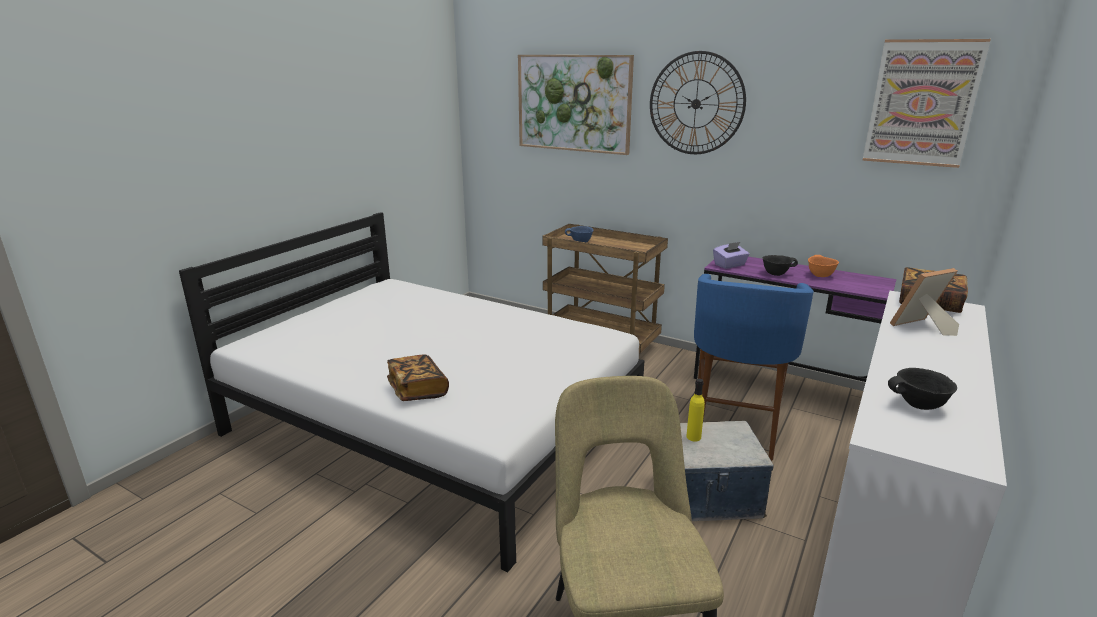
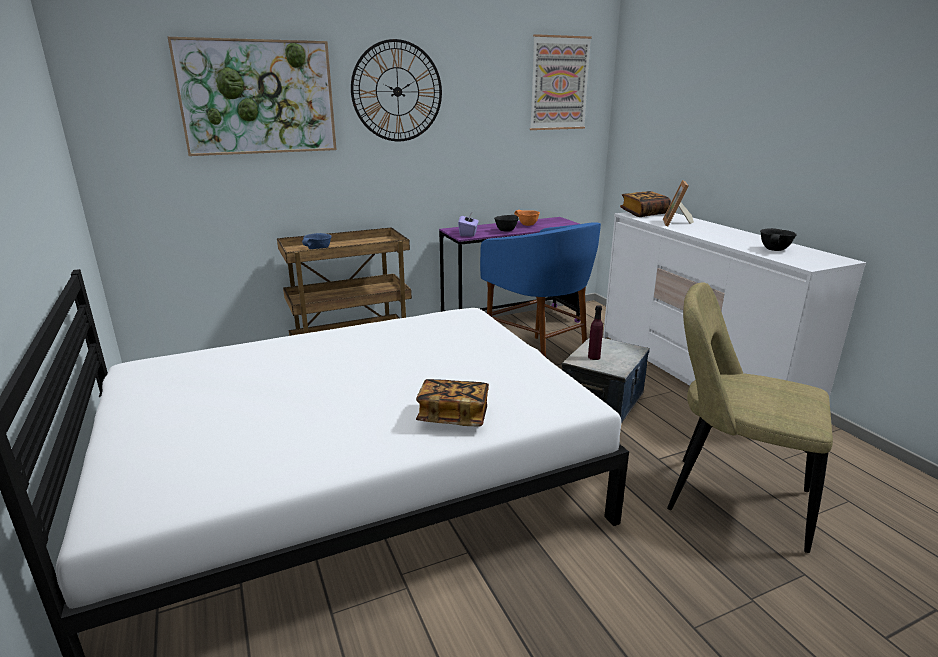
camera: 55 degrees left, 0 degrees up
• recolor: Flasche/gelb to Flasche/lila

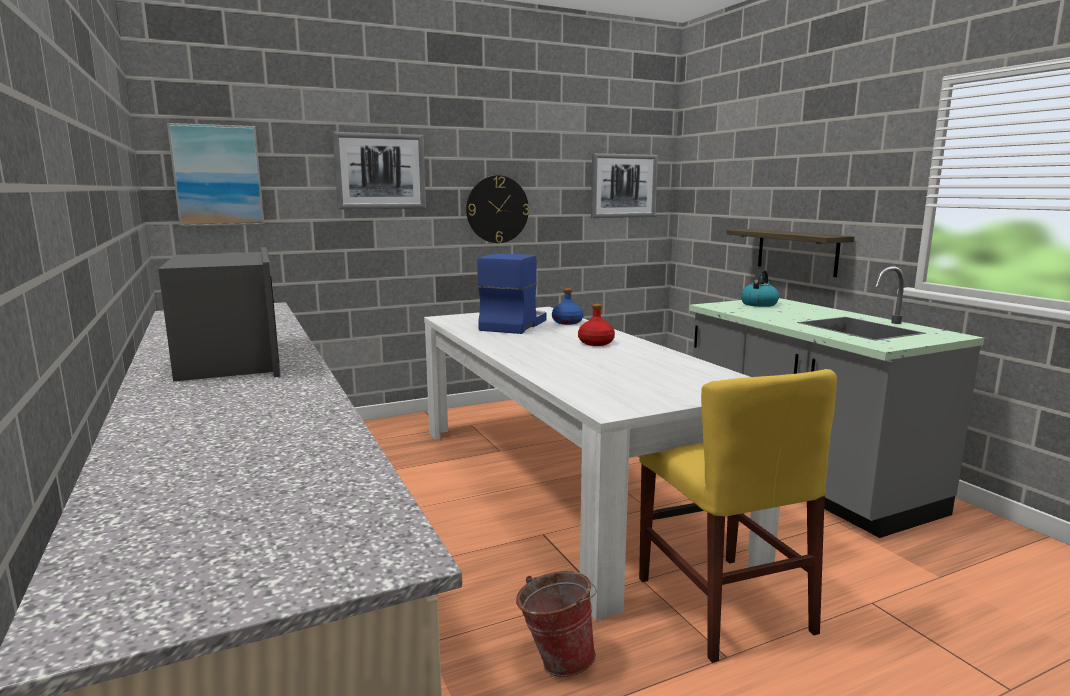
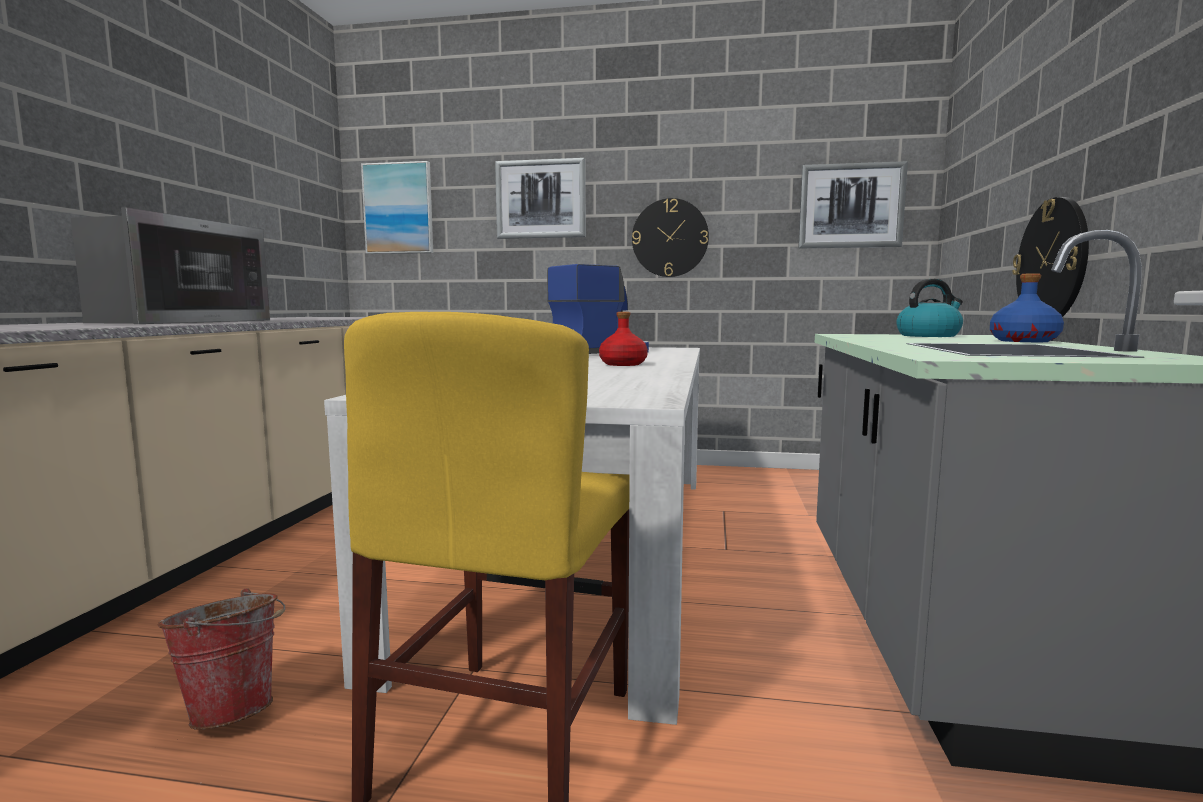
camera: 35 degrees right, 5 degrees down
• move: Flasche/blau
• replace: Wandregal to Wanduhr (2nd from left)

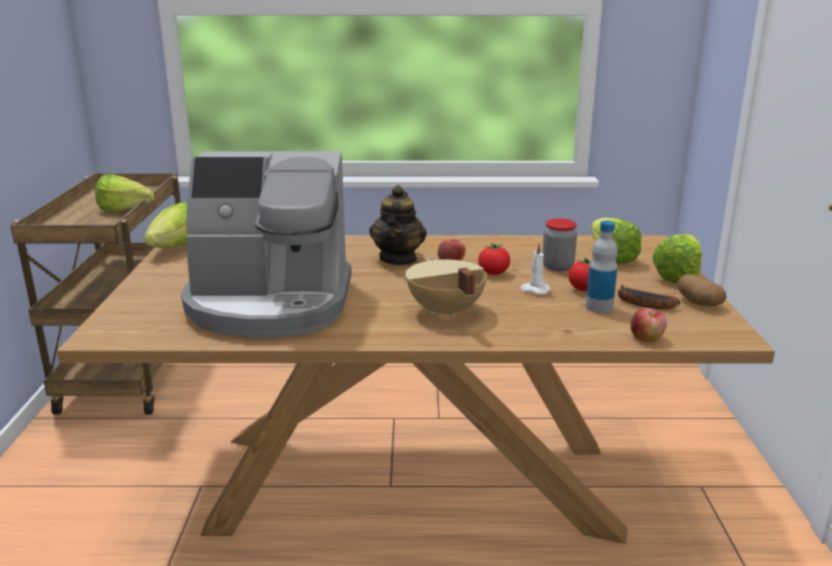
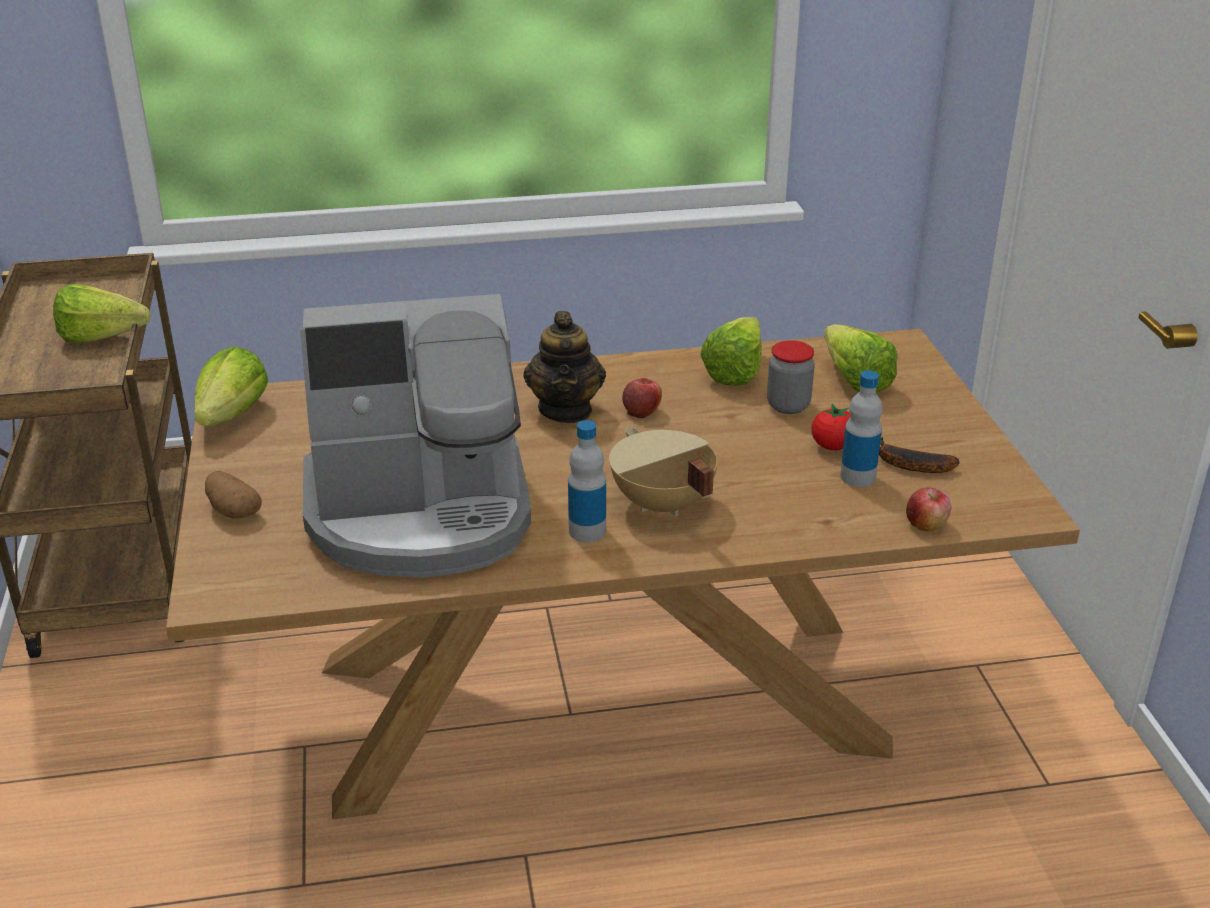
camera: 10 degrees left, 10 degrees up
• delete: Tomate (1st from left)
• delete: Kerze/weiß
• move: Salatkopf (4th from left in the first image) to Salatkopf (3rd from left)
• move: Kartoffel
• insert: Flasche (1st from left)

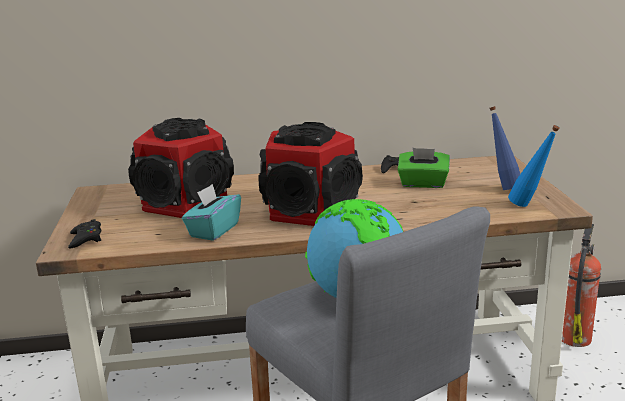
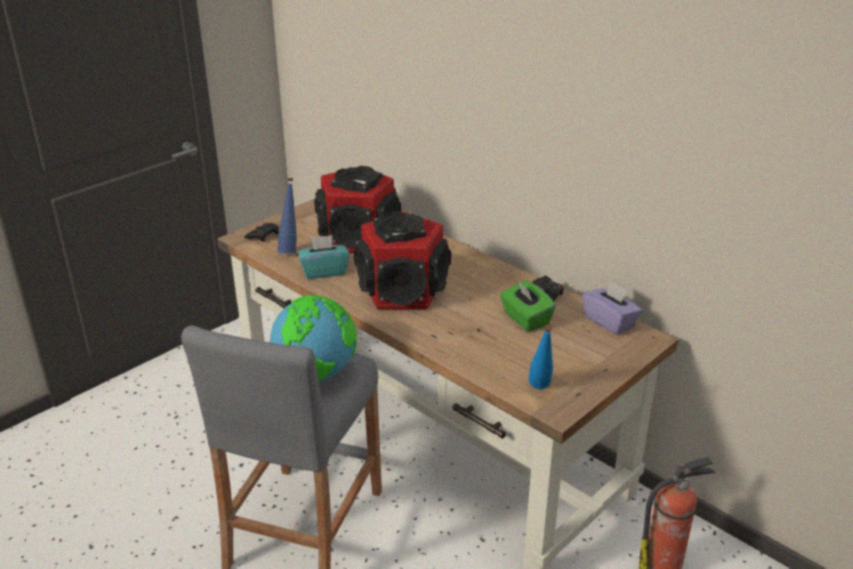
camera: 50 degrees right, 10 degrees up
• move: Flasche/blau (1st from left)
• insert: Taschentuchbox/lila

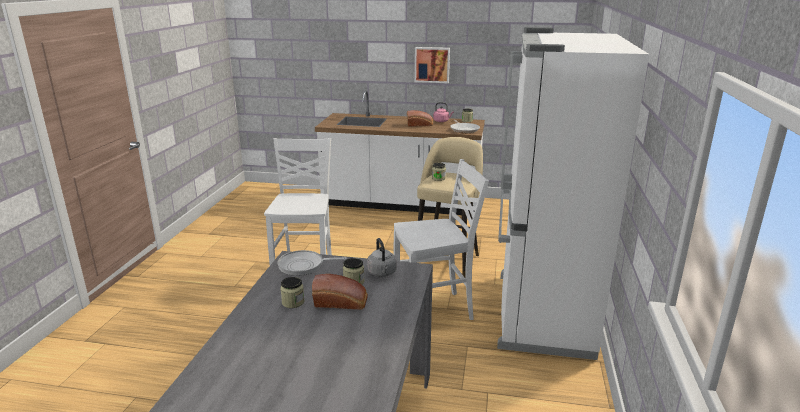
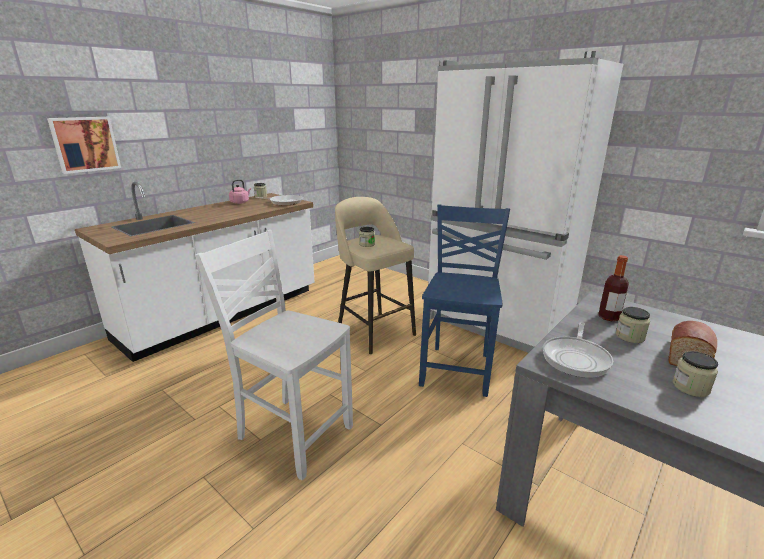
camera: 60 degrees left, 0 degrees up
• replace: Wasserkessel/grau to Flasche
• recolor: Stuhl/weiß (2nd from left) to Stuhl/blau
• delete: Brot (2nd from left)
• move: Bild

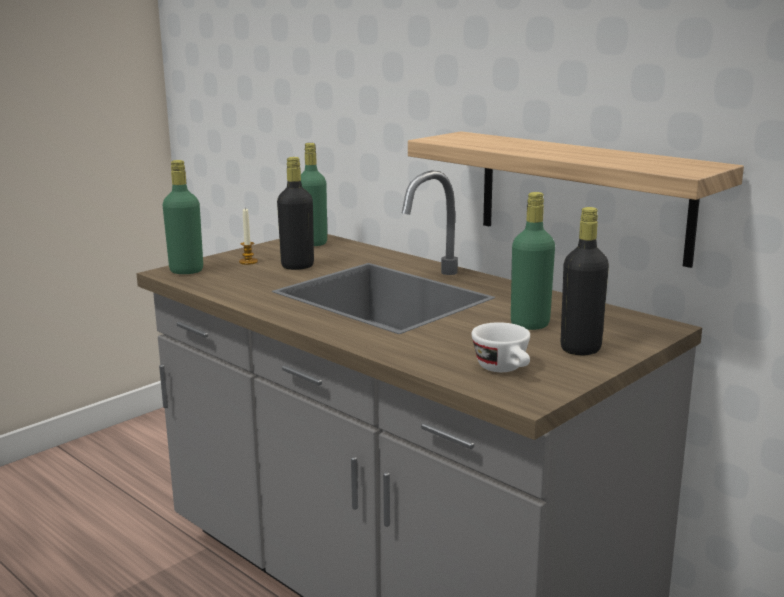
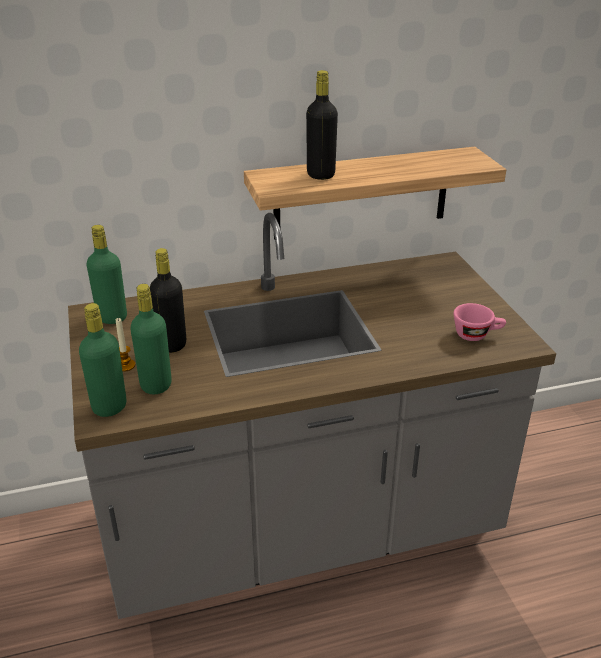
camera: 60 degrees left, 15 degrees up
• recolor: Tasse/weiß to Tasse/rosa
• move: Flasche/grün (3rd from left)
• move: Flasche/schwarz (2nd from left)

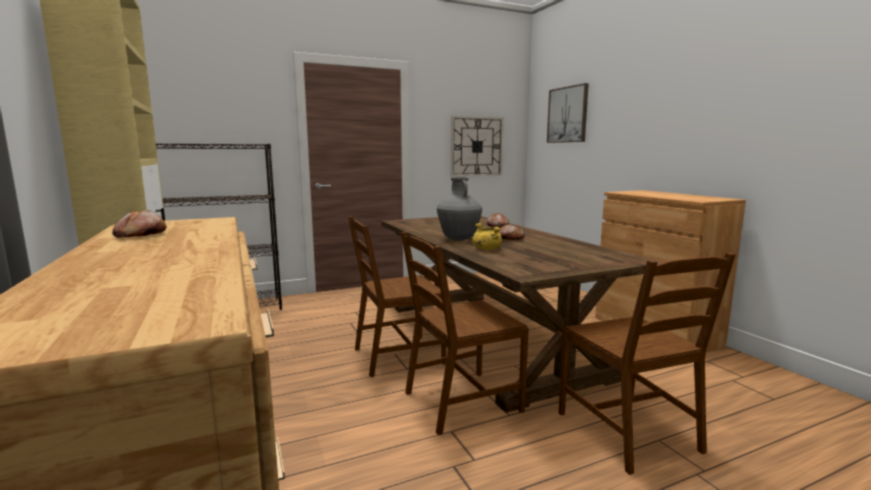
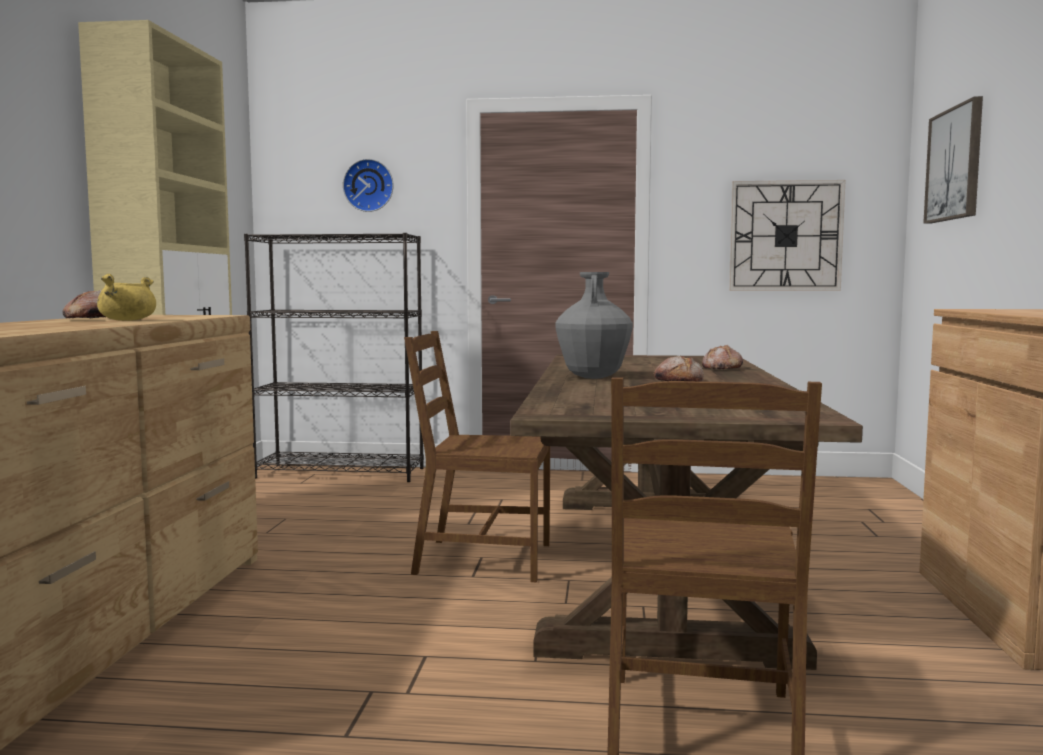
camera: 30 degrees right, 5 degrees down
• delete: Stuhl/braun (2nd from left)
• move: Kochtopf/gelb
• insert: Wanduhr (1st from left)

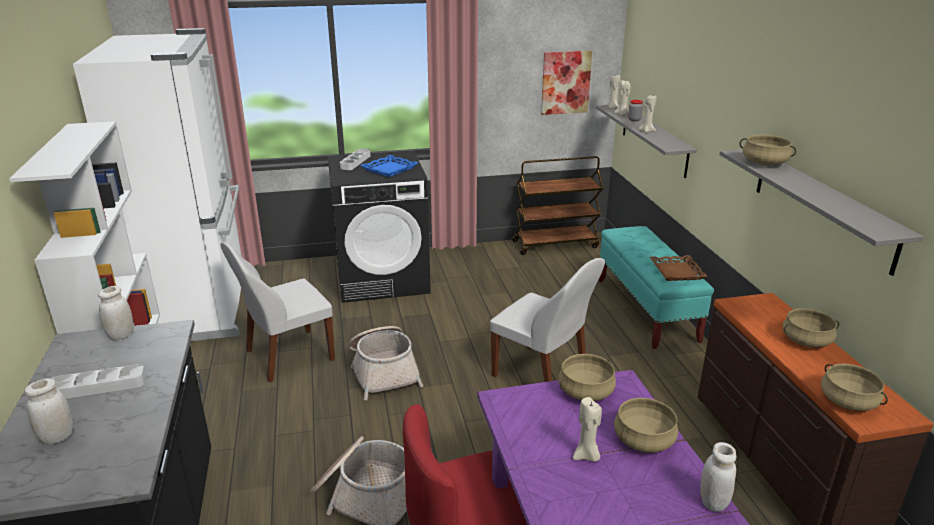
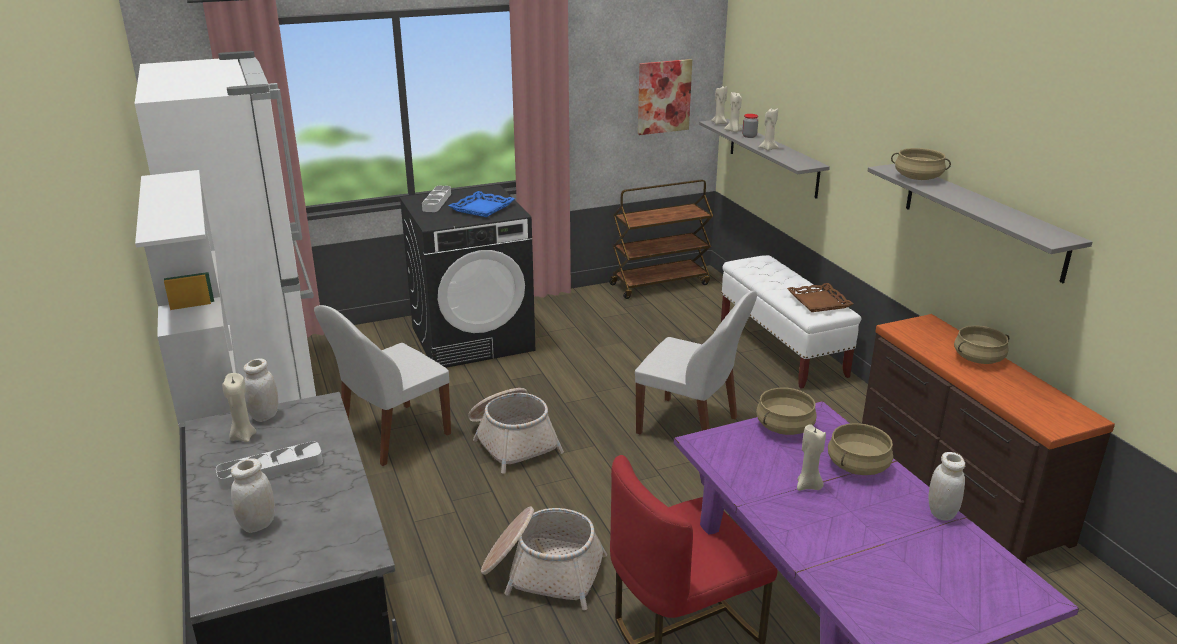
camera: 10 degrees left, 0 degrees up
• recolor: Bank/türkis to Bank/weiß
• delete: Kochtopf/beige (5th from left)
• insert: Kerze/beige (1st from left)

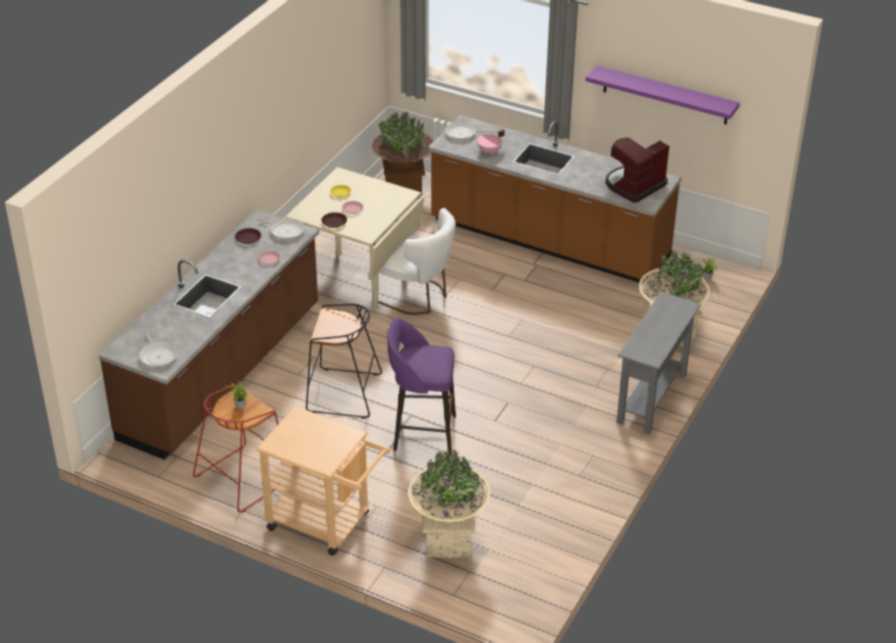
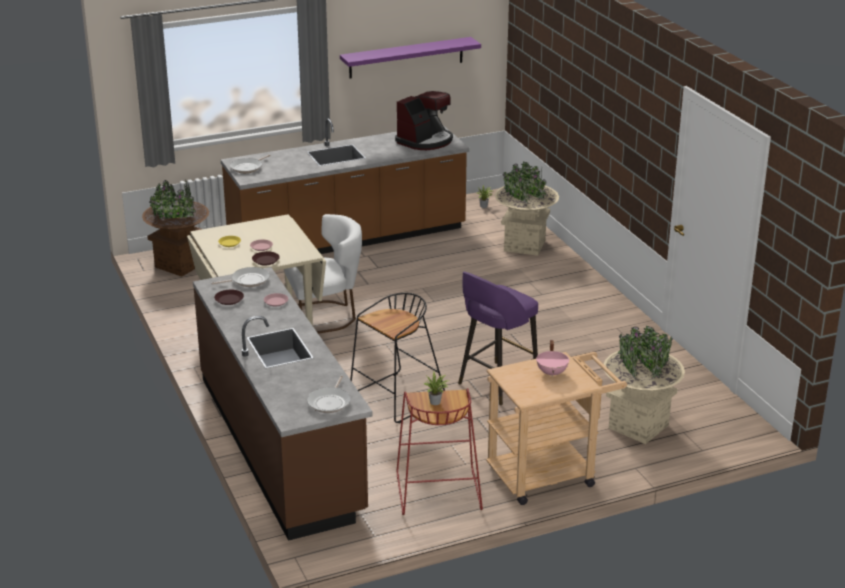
camera: 50 degrees left, 10 degrees down
• rotate: Pfanne (1st from left in the first image) 90 degrees clockwise
• move: Kochtopf/rosa
• rotate: Kaffeemaschine 135 degrees counterclockwise
• delete: Konsolentisch/grau

